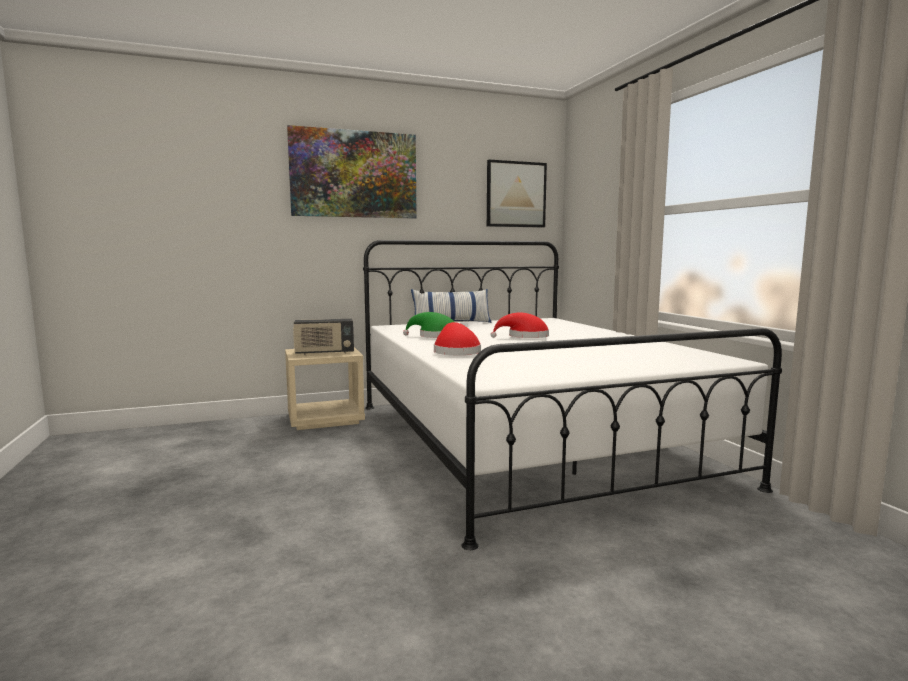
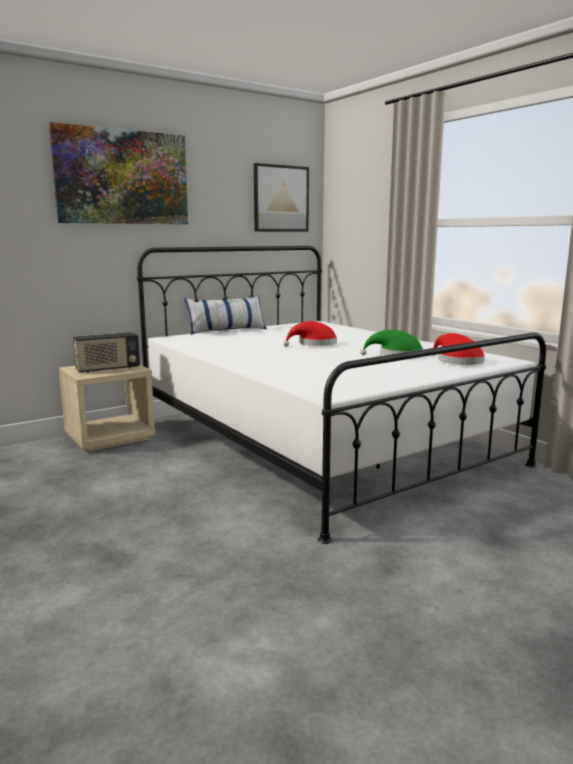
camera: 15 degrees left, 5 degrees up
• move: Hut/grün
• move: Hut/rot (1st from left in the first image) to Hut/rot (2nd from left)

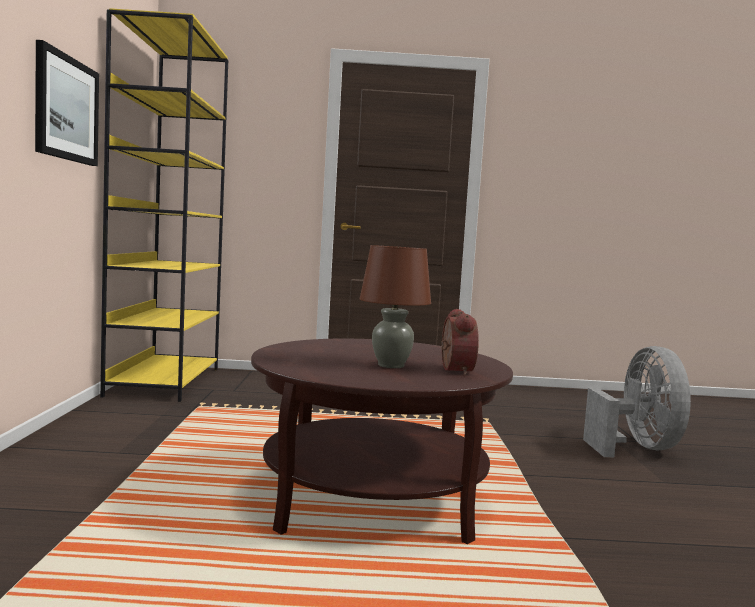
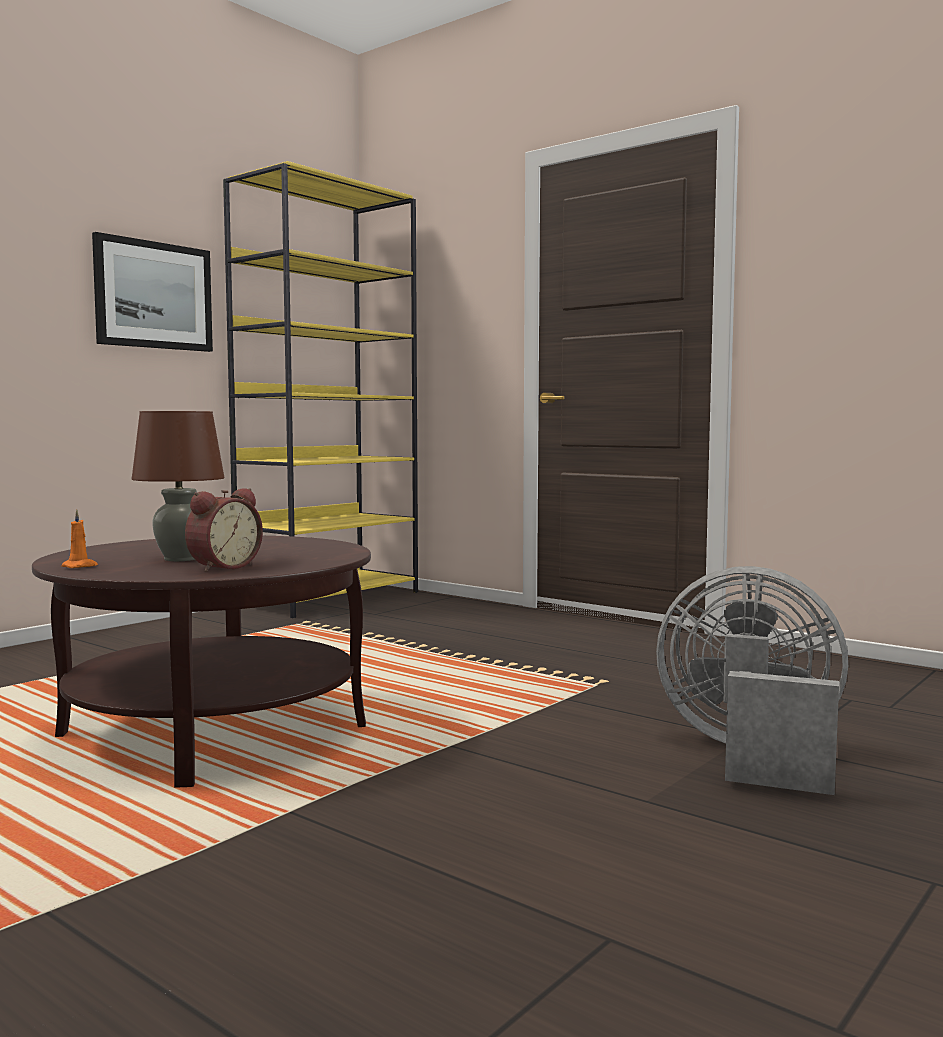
camera: 40 degrees right, 0 degrees up
• rotate: Ventilator/grau 105 degrees counterclockwise
• insert: Kerze/orange

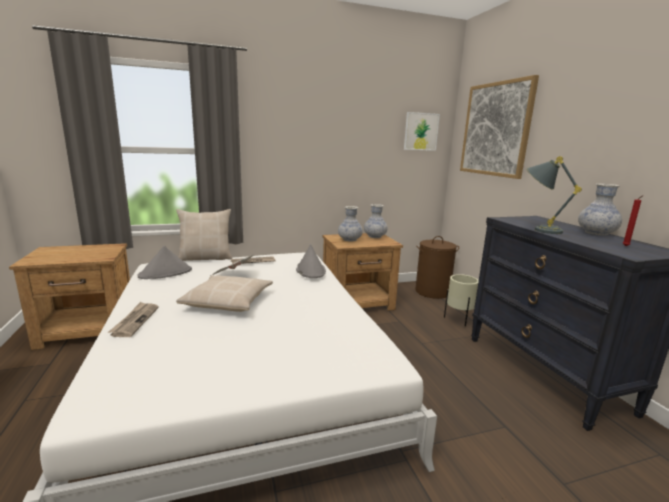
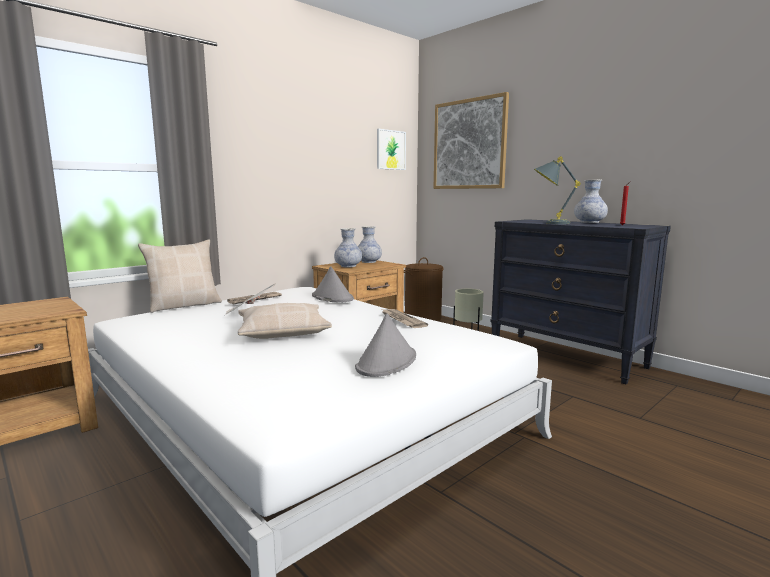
camera: 25 degrees left, 5 degrees down
• move: Zeitung (1st from left in the first image) to Zeitung (3rd from left)
• move: Hut/grau (1st from left in the first image) to Hut/grau (2nd from left)

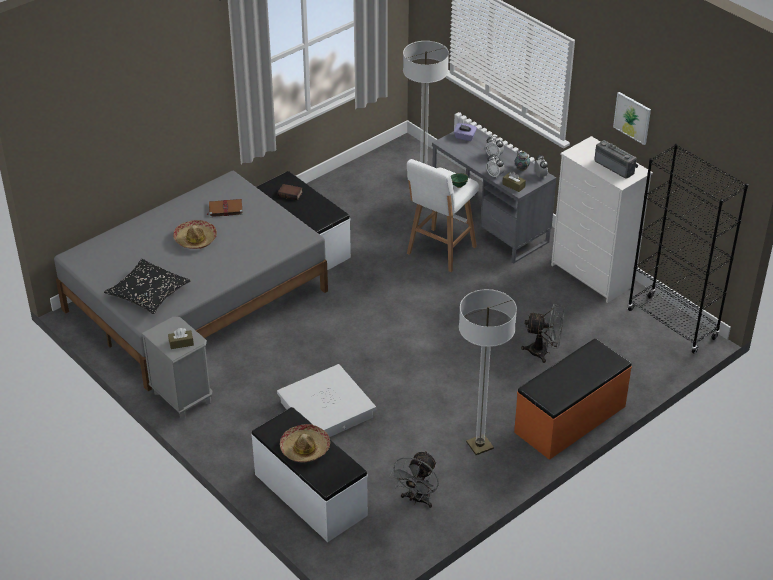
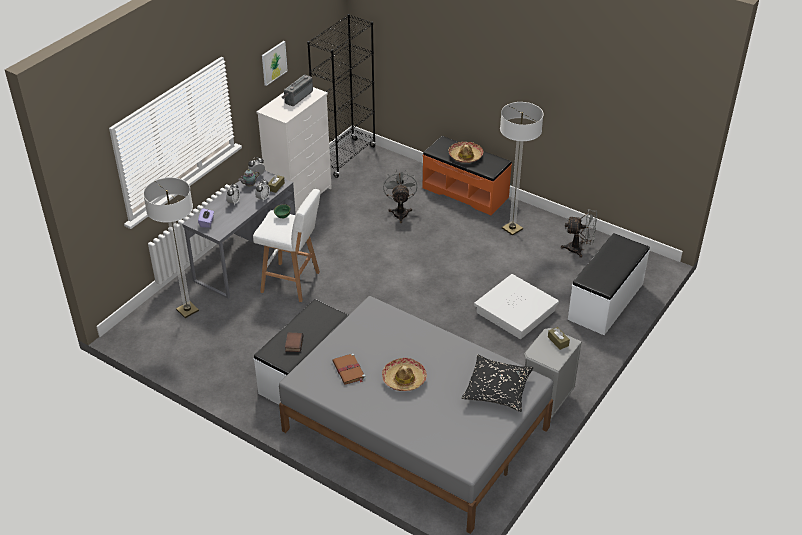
camera: 105 degrees left, 0 degrees up
• move: Hut (2nd from left)

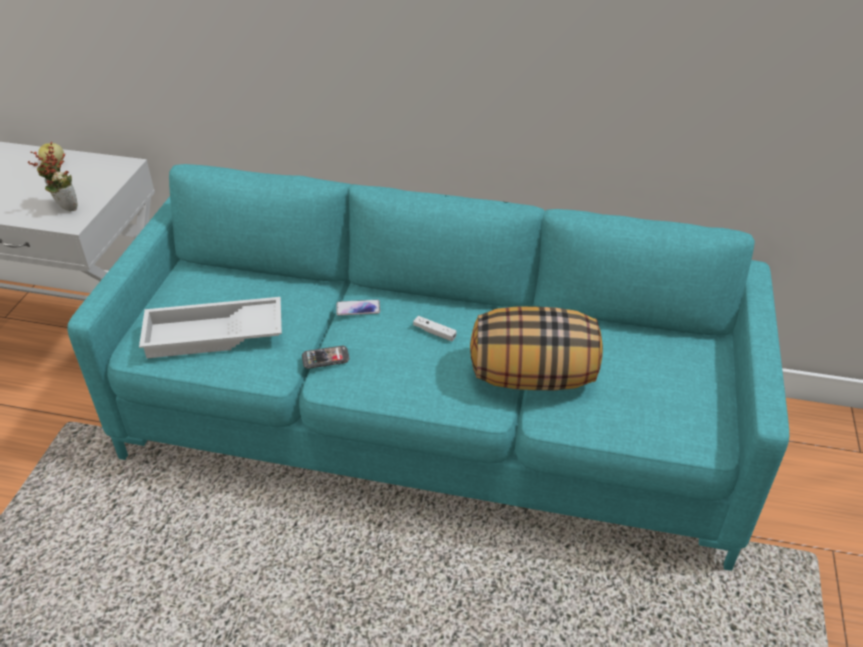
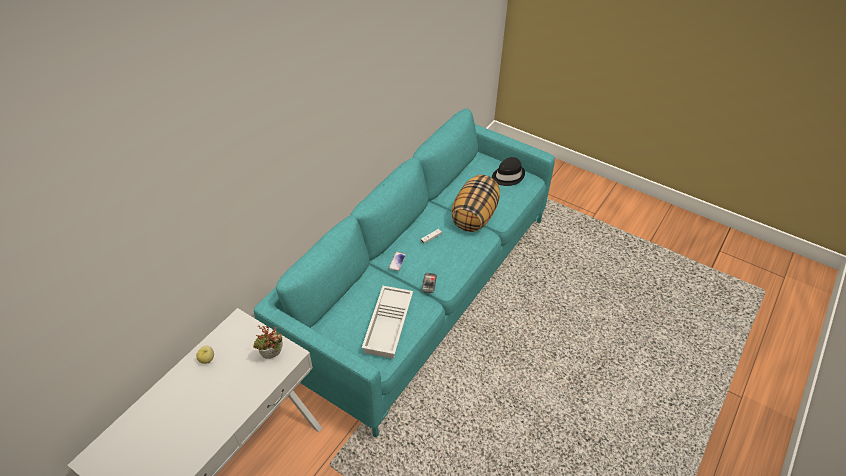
camera: 70 degrees left, 5 degrees up
• insert: Hut/schwarz

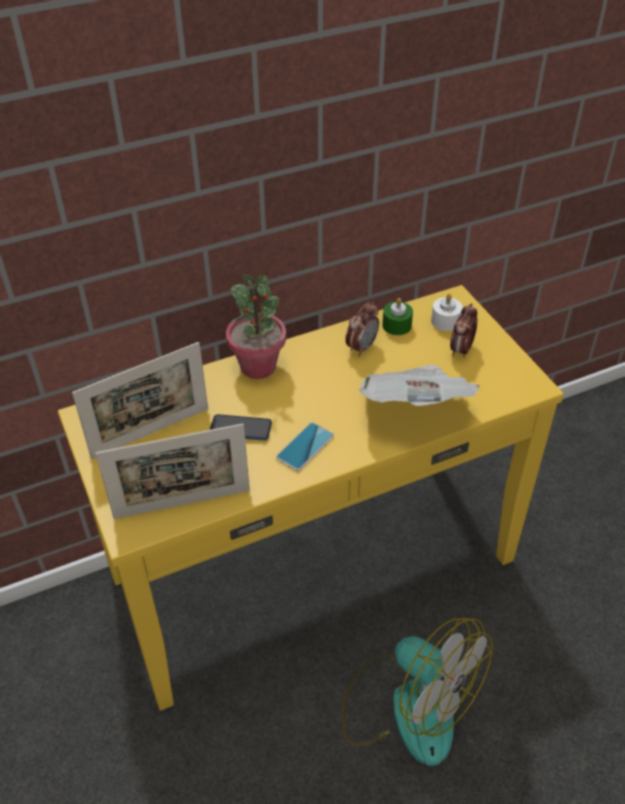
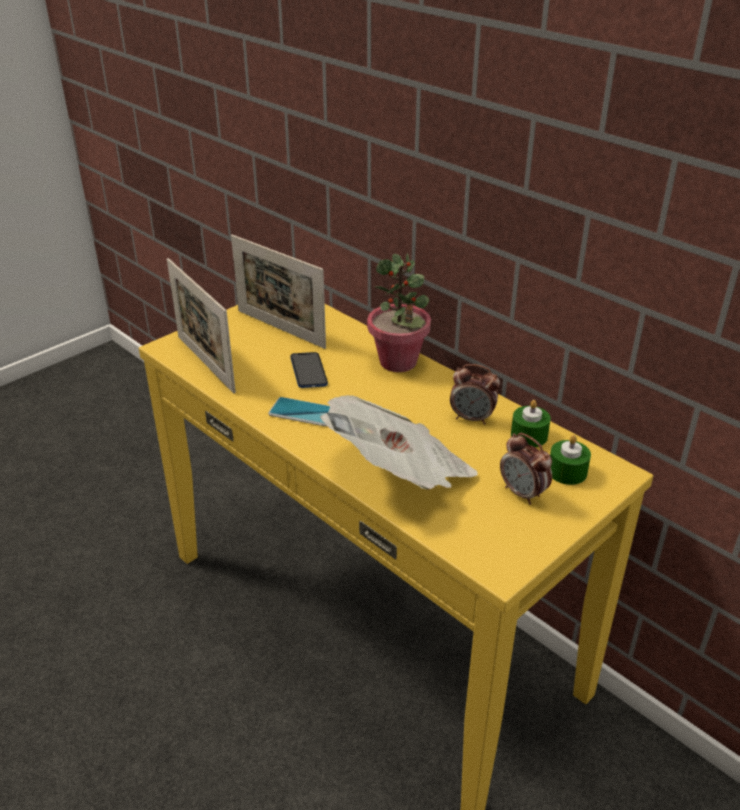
camera: 70 degrees right, 10 degrees down
• delete: Ventilator
• recolor: Kerze/weiß to Kerze/grün (2nd from left)
• rotate: Wecker (2nd from left) 135 degrees counterclockwise

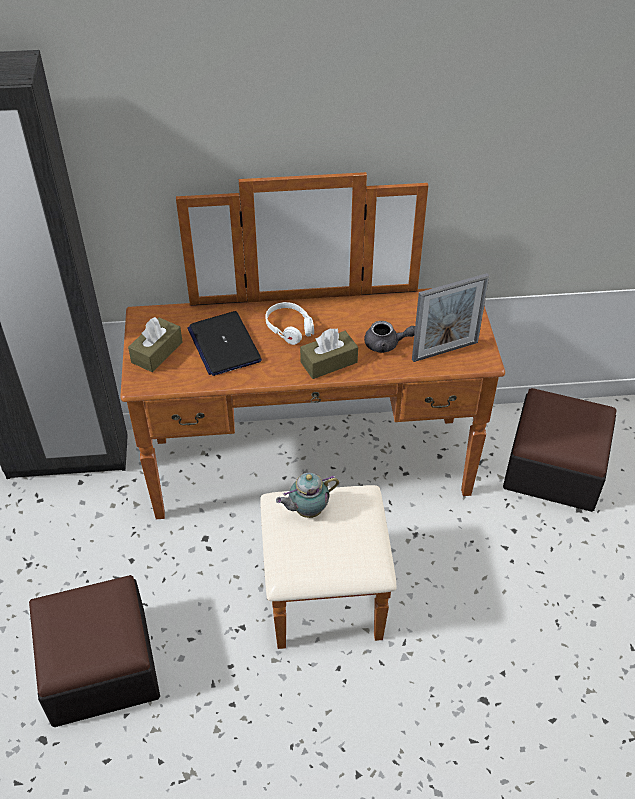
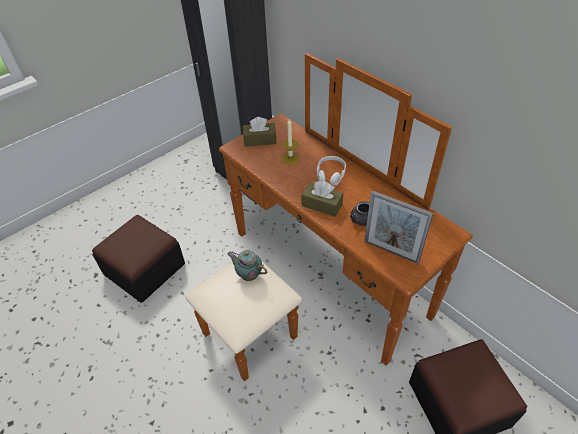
camera: 55 degrees right, 0 degrees up
• replace: Laptop to Kerze

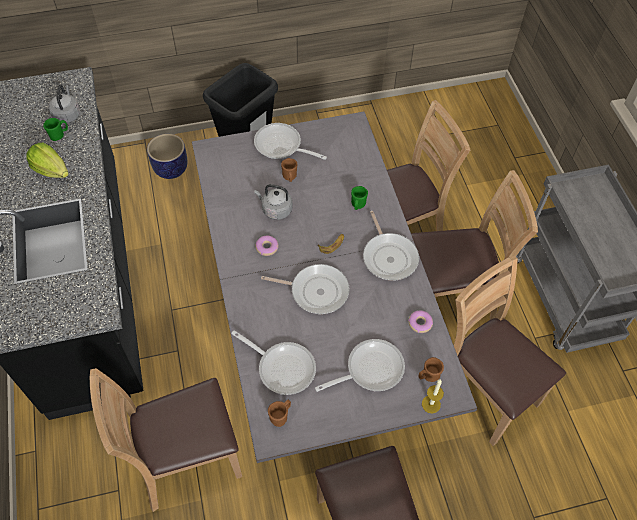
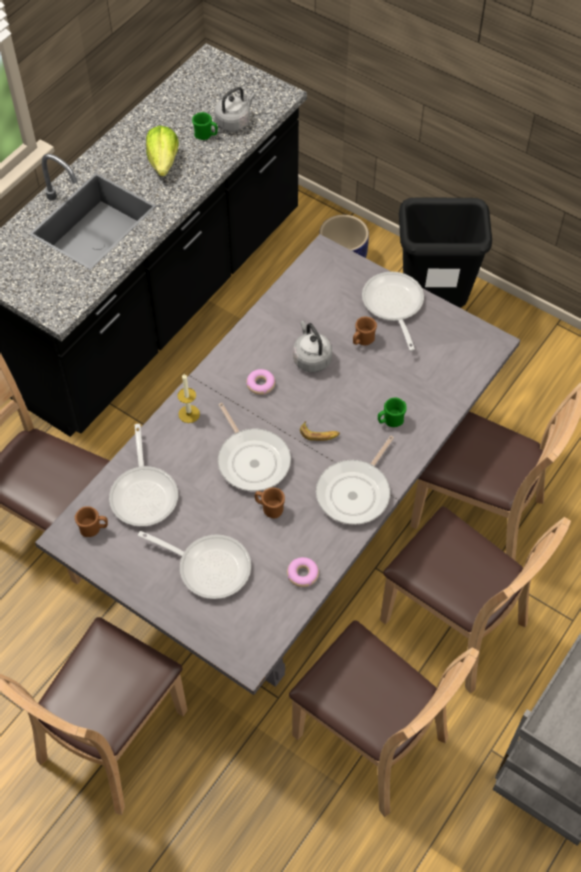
camera: 50 degrees right, 0 degrees up
• move: Henkelbecher/braun (3rd from left in the first image) to Henkelbecher/braun (2nd from left)
• move: Kerze
• rotate: Stuhl/braun (5th from left in the first image) 120 degrees clockwise

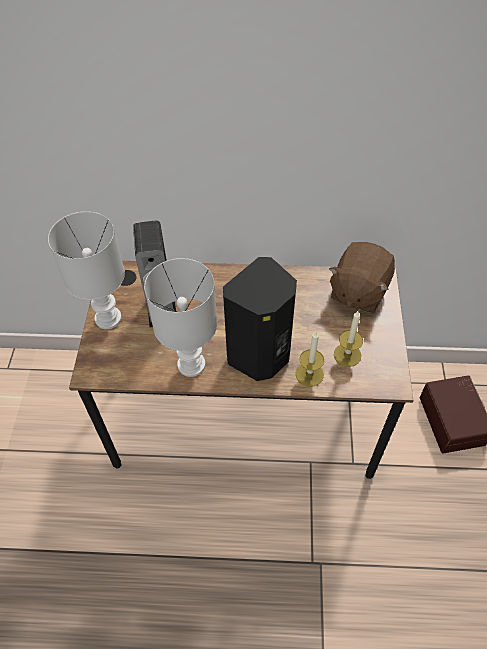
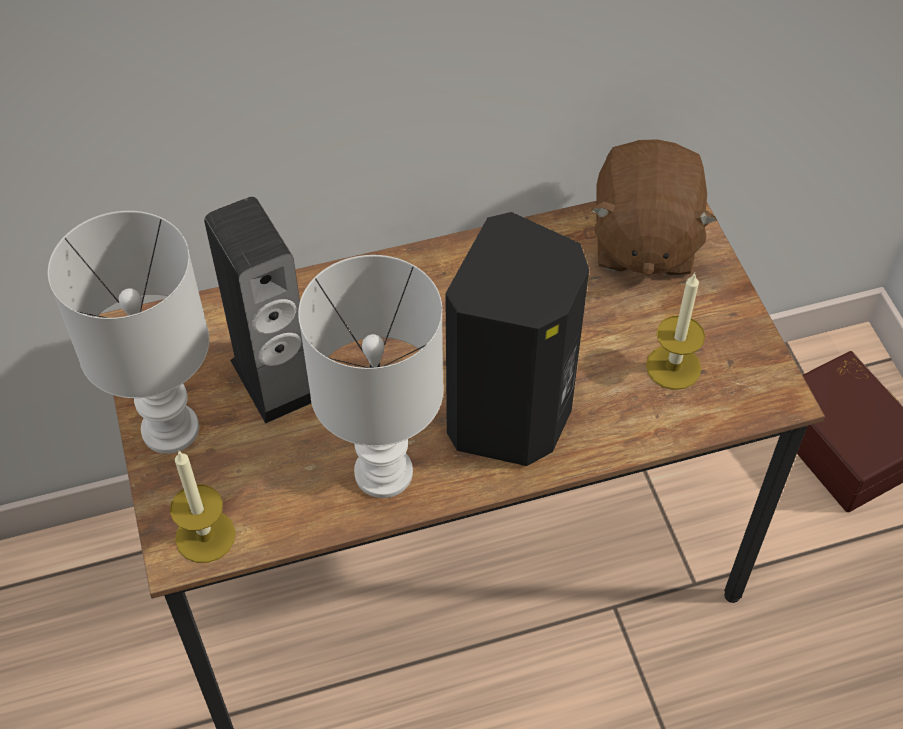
camera: 20 degrees left, 0 degrees up
• move: Kerze (1st from left)

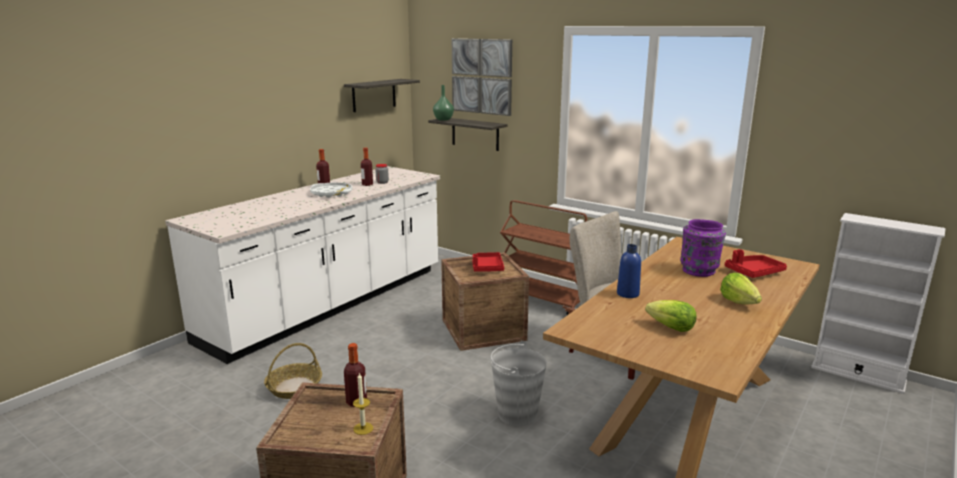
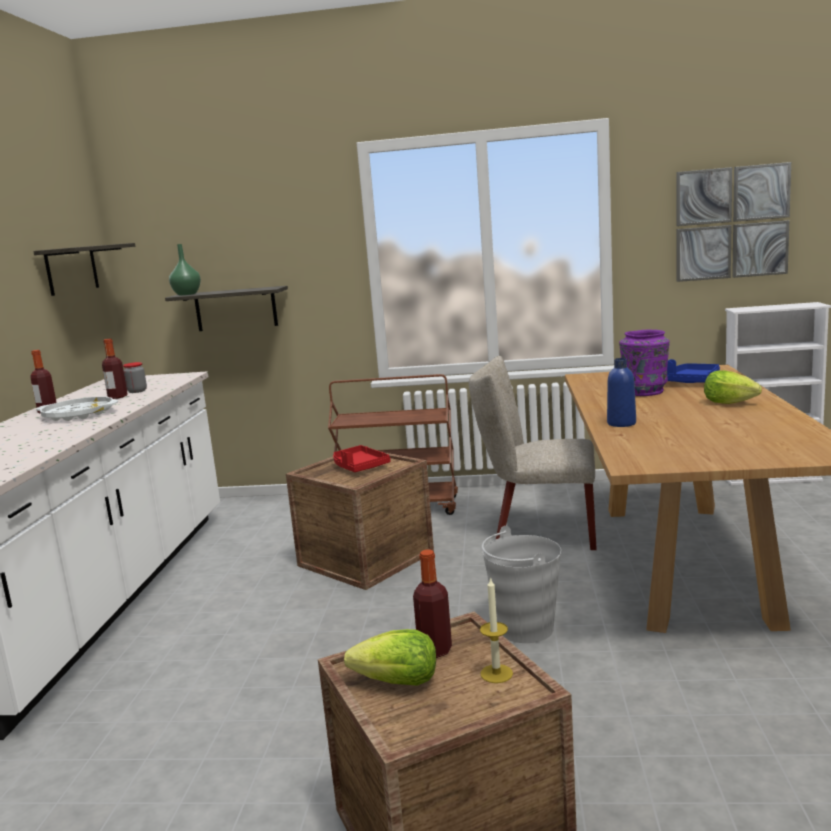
camera: 30 degrees left, 5 degrees down
• delete: Korb
• move: Bild
• move: Salatkopf (1st from left)
• recolor: Tablett/rot (2nd from left) to Tablett/blau

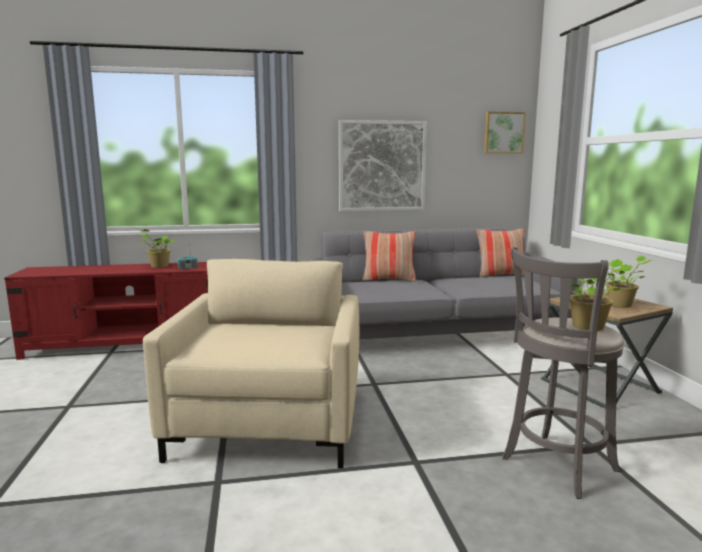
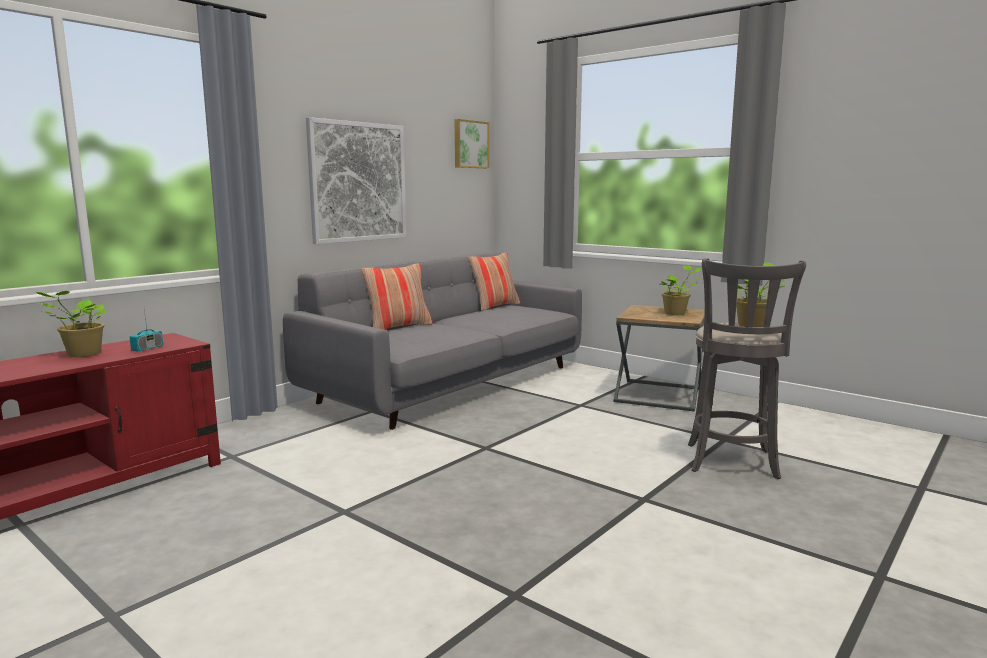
camera: 40 degrees left, 0 degrees up
• delete: Sessel/beige

